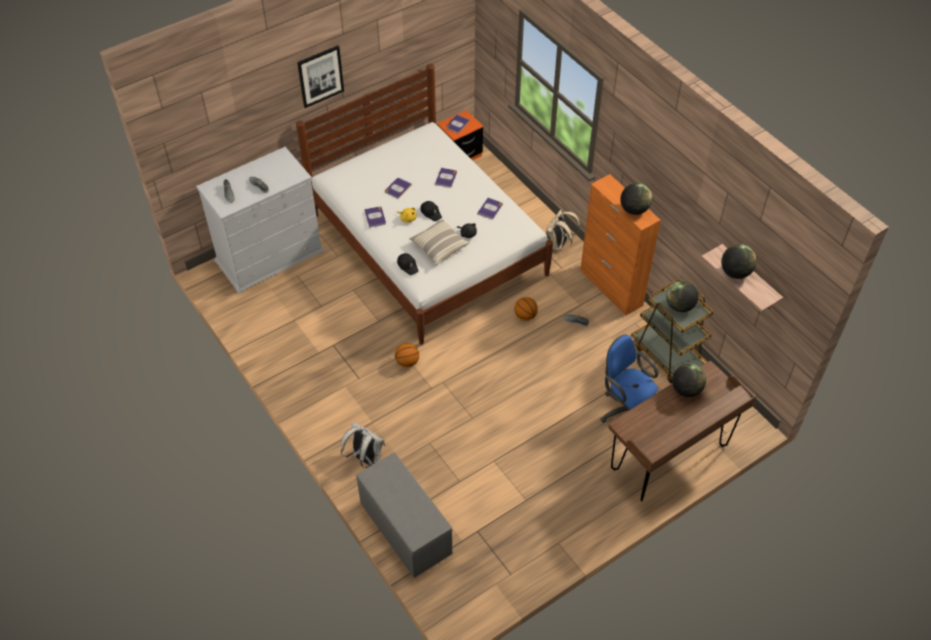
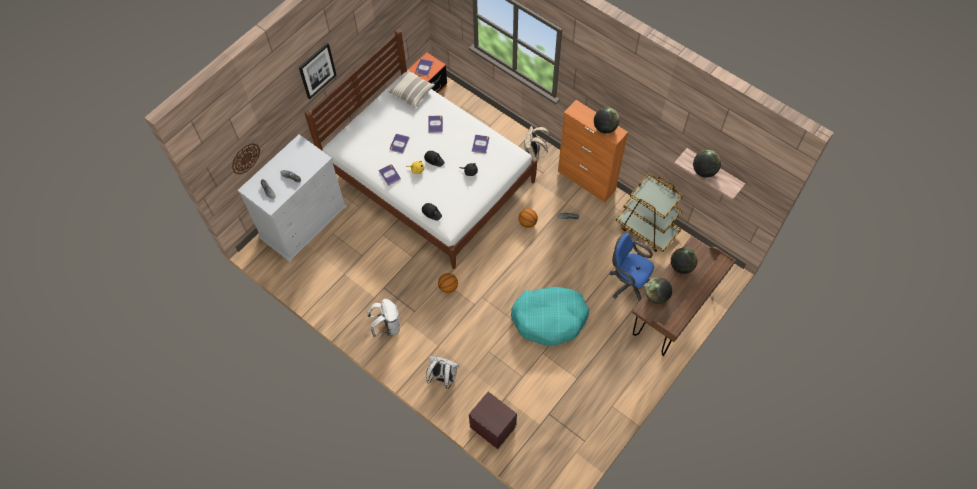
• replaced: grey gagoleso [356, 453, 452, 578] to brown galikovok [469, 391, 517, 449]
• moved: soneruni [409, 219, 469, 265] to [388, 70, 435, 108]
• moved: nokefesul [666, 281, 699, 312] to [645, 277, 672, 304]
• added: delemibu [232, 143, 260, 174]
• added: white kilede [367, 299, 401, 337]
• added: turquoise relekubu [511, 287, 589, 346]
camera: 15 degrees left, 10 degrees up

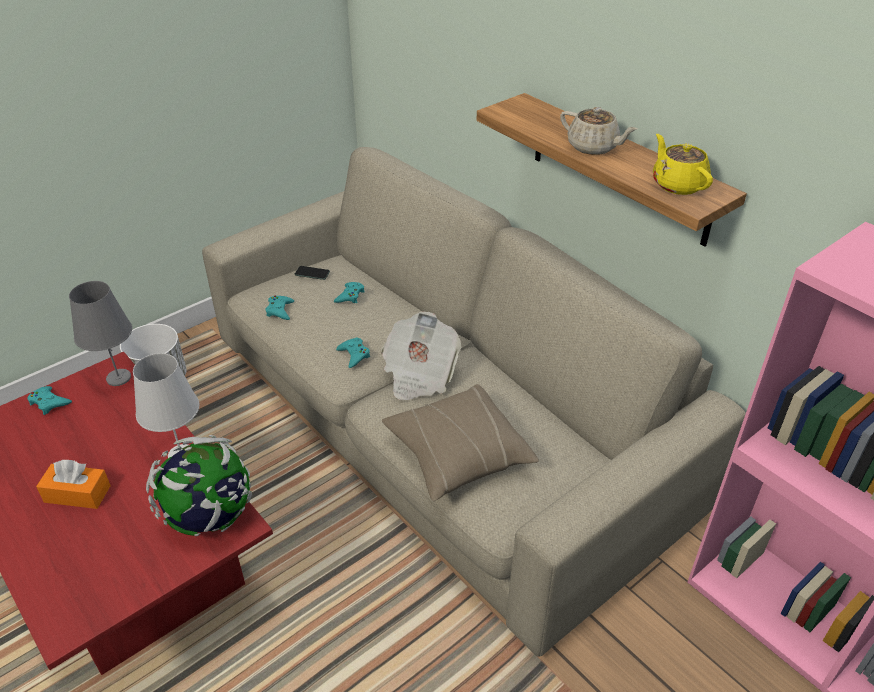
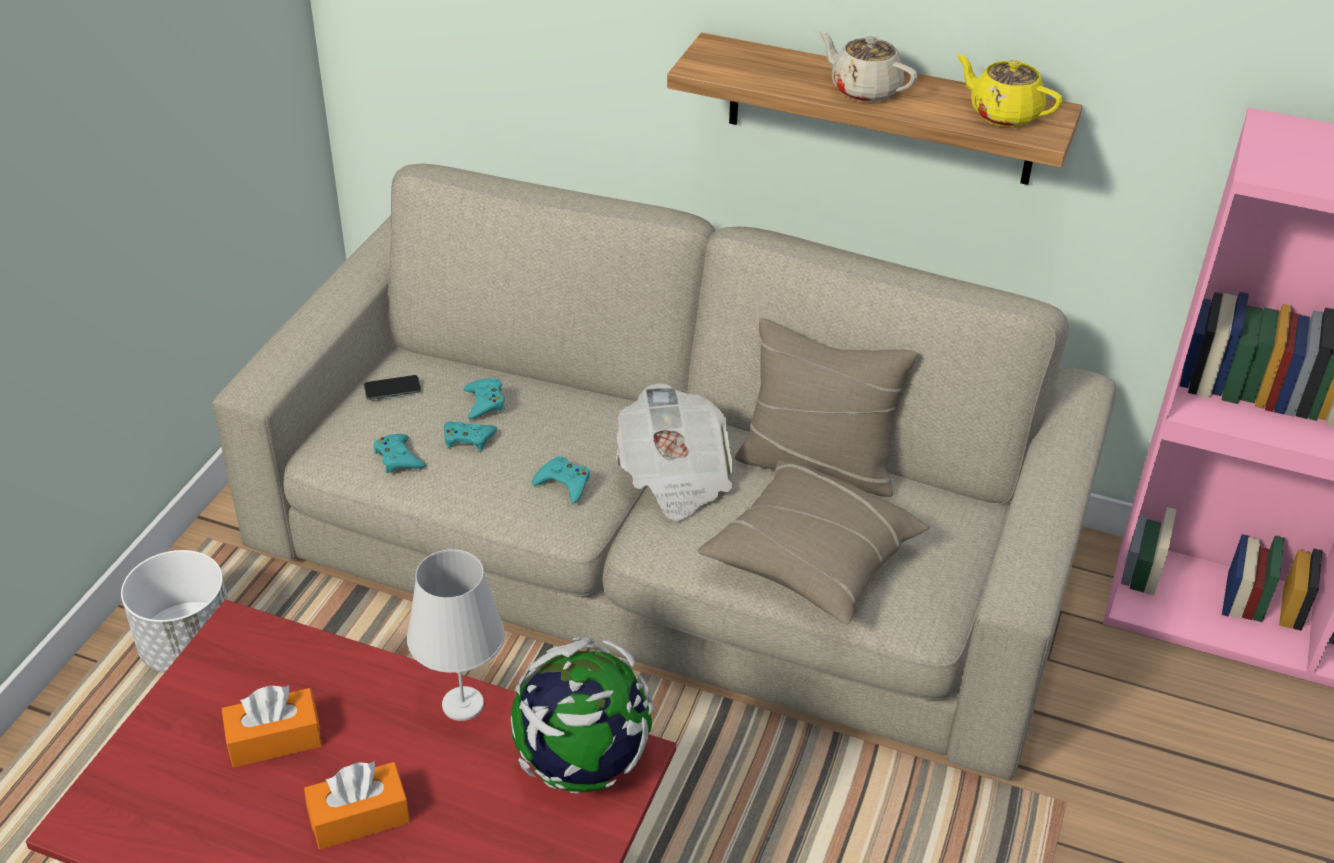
• moved: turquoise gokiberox [27, 386, 72, 415] to [444, 421, 497, 452]
• removed: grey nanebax [69, 281, 132, 386]
• turned: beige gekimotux [560, 107, 638, 155] = [818, 31, 918, 102] 150 degrees counterclockwise
• added: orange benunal [222, 685, 322, 767]
• added: beige soneruni [735, 318, 917, 497]
camera: 30 degrees left, 0 degrees up

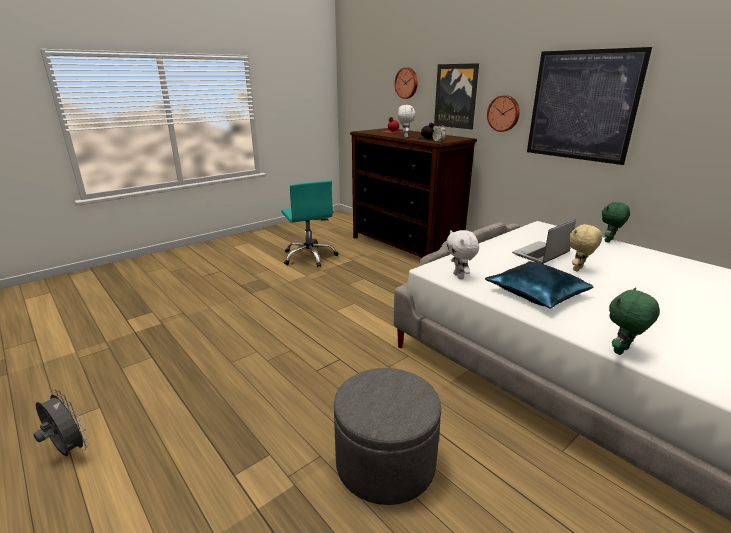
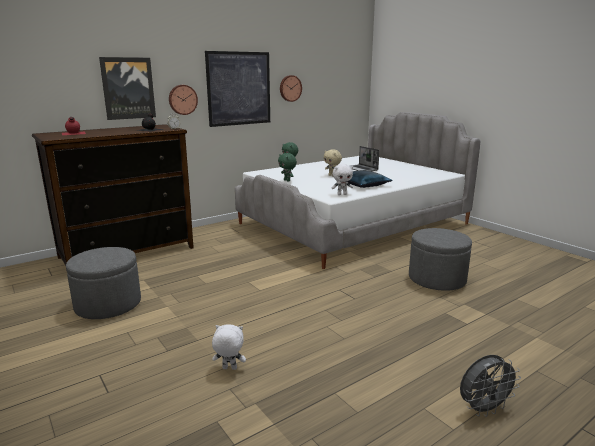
• turned: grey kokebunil [33, 389, 89, 456] = [460, 355, 521, 417] 150 degrees counterclockwise
• replaced: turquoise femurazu [281, 180, 338, 267] to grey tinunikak [66, 247, 141, 319]
• moved: delemibu [394, 68, 418, 99] to [280, 75, 302, 102]
• moved: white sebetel [398, 105, 416, 138] to [212, 324, 246, 370]
• moved: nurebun [512, 219, 576, 264] to [350, 146, 379, 171]
• moved: green sebetel [609, 288, 660, 355] to [278, 153, 297, 182]
camera: 85 degrees left, 5 degrees down

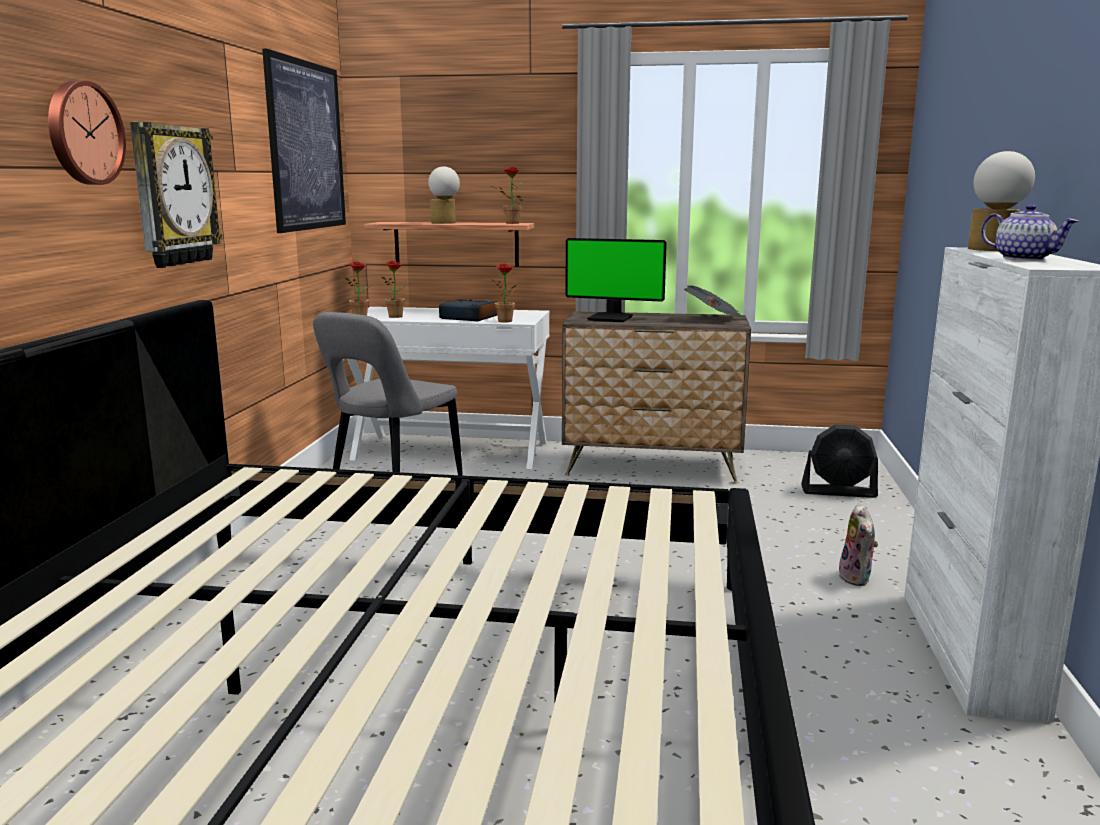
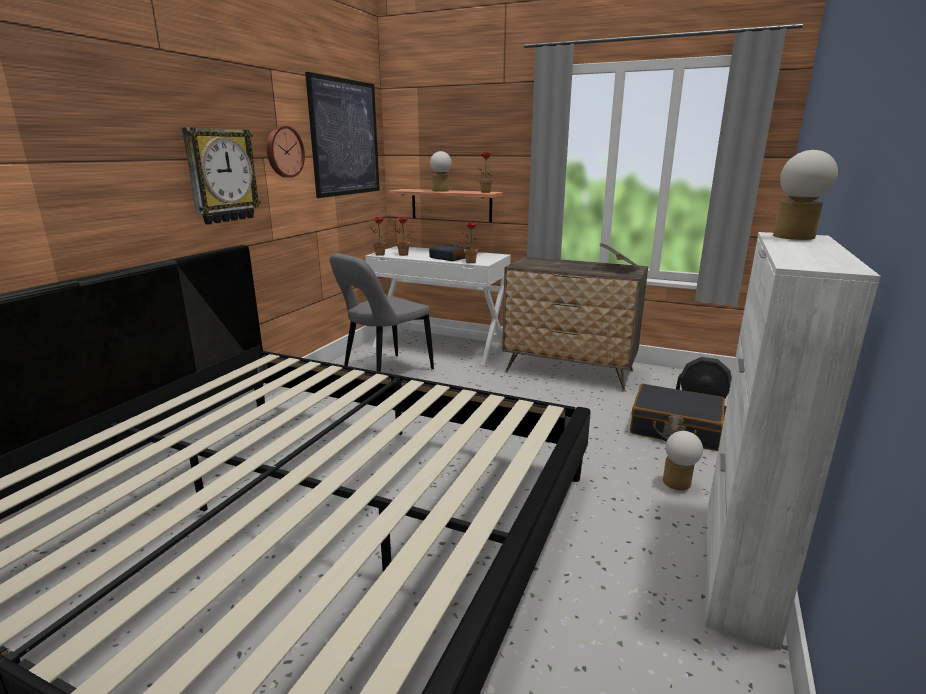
• moved: delemibu [48, 80, 126, 185] to [267, 126, 305, 178]
• removed: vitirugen [565, 238, 667, 322]
• replaced: sebetel [839, 503, 878, 586] to nanebax [663, 431, 703, 490]
• removed: gekimotux [981, 204, 1078, 261]
• added: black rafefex [630, 384, 725, 451]
camera: 15 degrees right, 5 degrees up

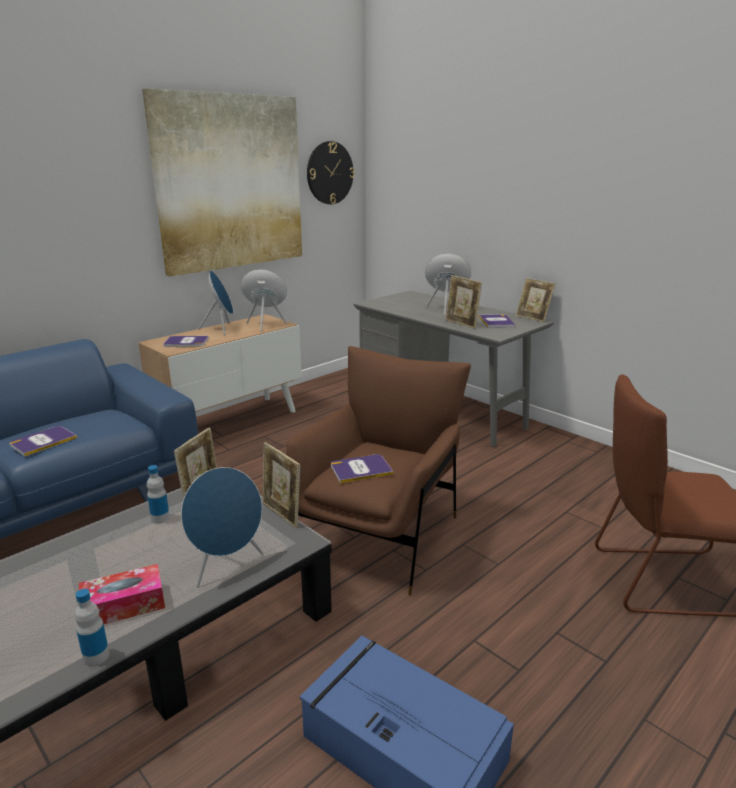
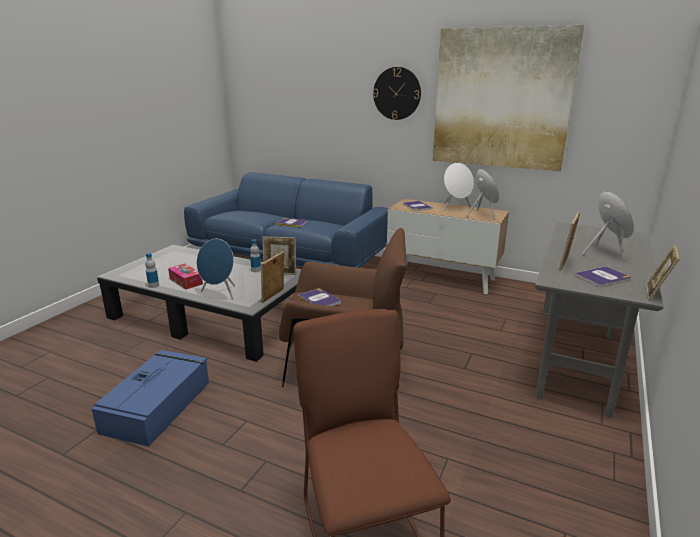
• recoloured: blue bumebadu [198, 270, 233, 335] to white bumebadu [444, 163, 474, 211]
• moved: delemibu [307, 141, 355, 204] to [373, 67, 421, 120]
camera: 70 degrees right, 0 degrees up

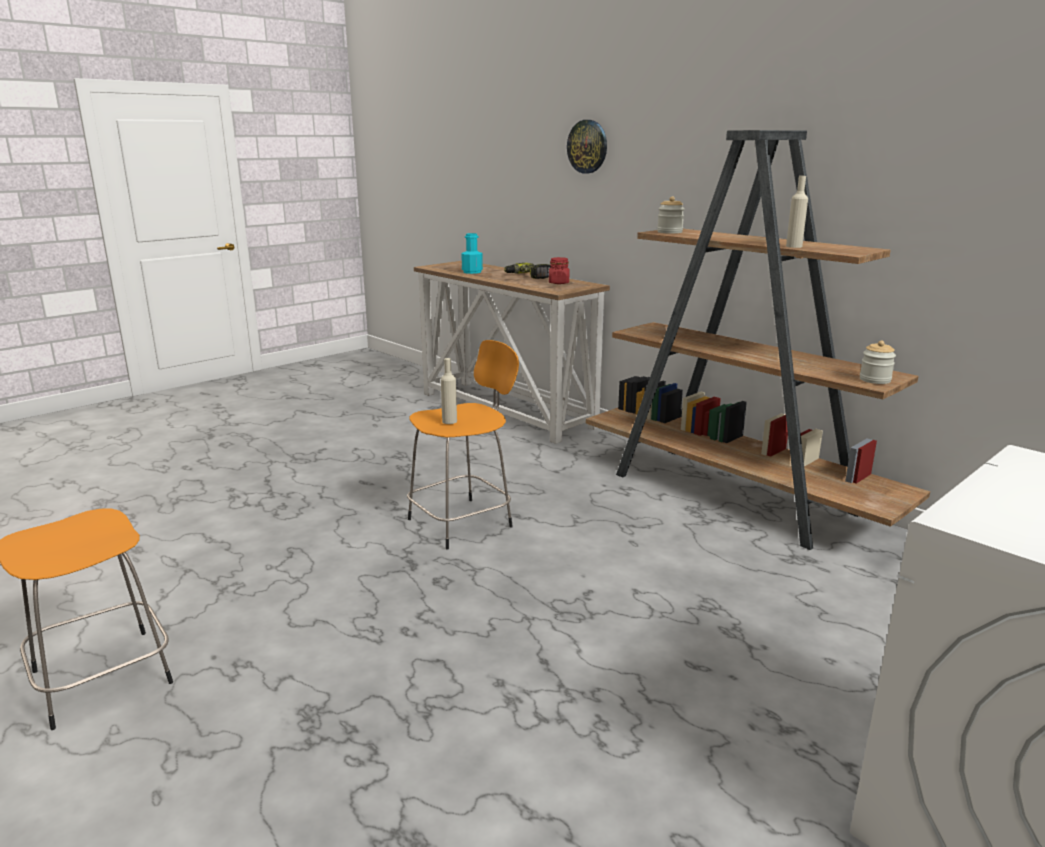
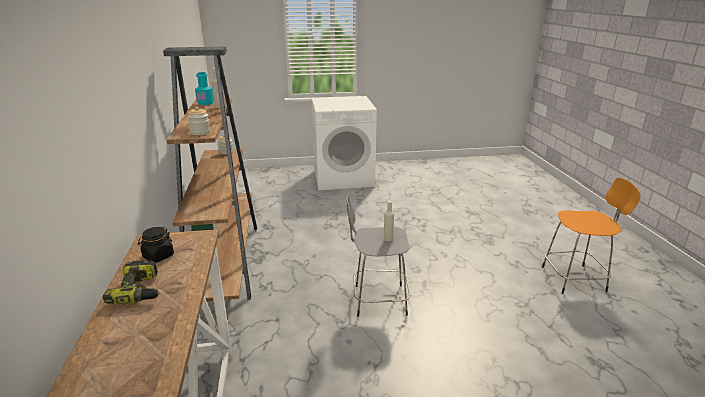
• recoloured: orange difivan [407, 340, 519, 549] to grey difivan [346, 194, 410, 317]
• moved: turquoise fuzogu [461, 233, 483, 274] to [195, 72, 214, 105]
• recoloured: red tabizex [549, 257, 570, 284] to black tabizex [138, 227, 174, 263]
• removed: delemibu [567, 120, 607, 174]
camera: 145 degrees left, 5 degrees up

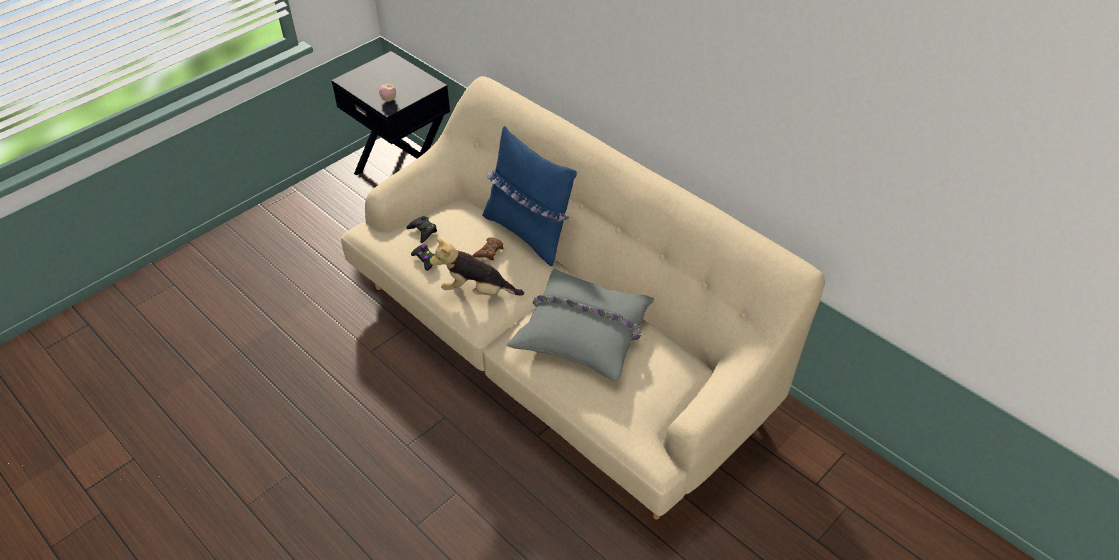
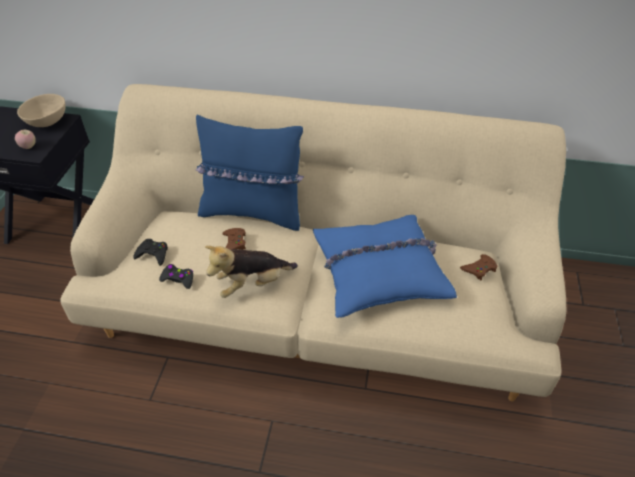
• recoloured: grey soneruni [507, 269, 654, 382] to blue soneruni [313, 215, 457, 318]
• added: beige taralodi [17, 94, 66, 127]
• added: brown gokiberox [460, 254, 498, 281]
camera: 35 degrees left, 0 degrees up

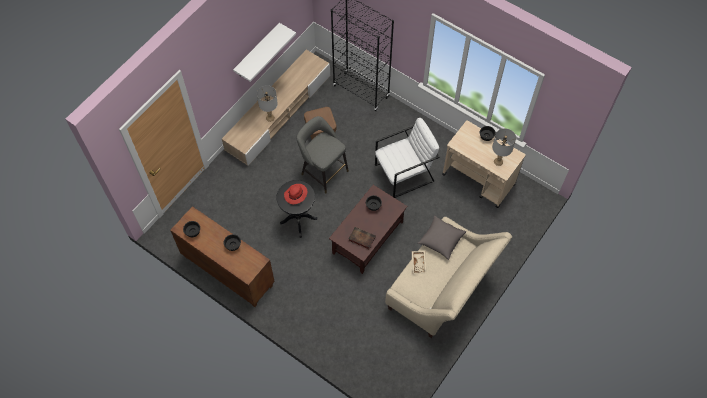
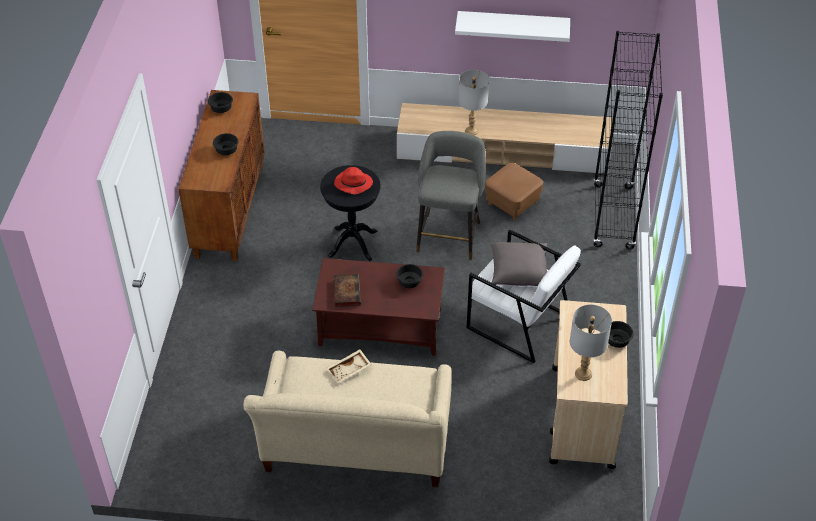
• moved: grey soneruni [418, 216, 466, 260] to [490, 242, 547, 286]
camera: 60 degrees right, 15 degrees down

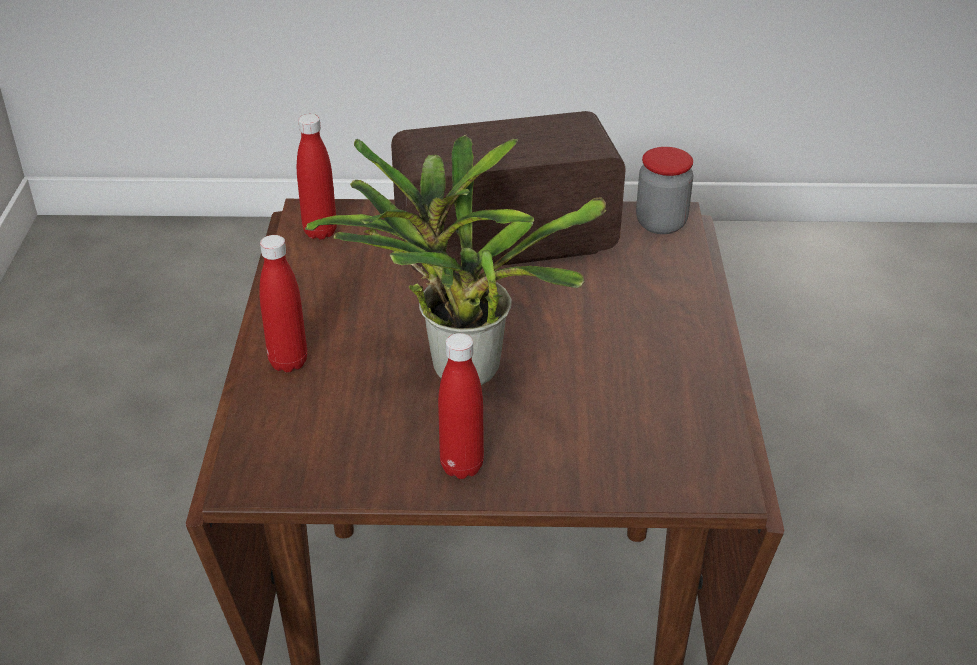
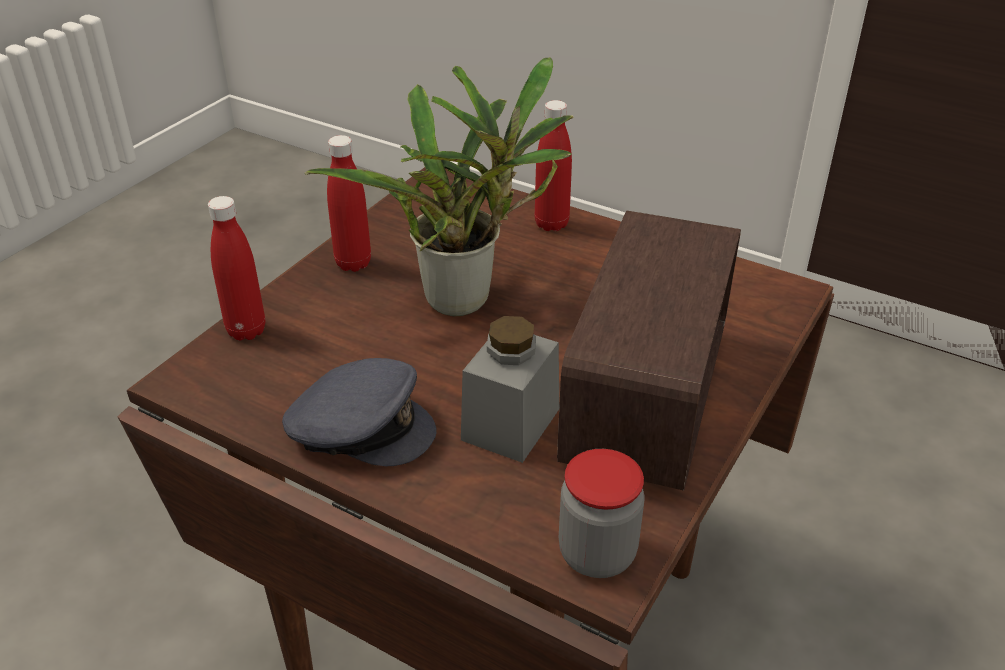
• moved: red fuzogu [297, 114, 337, 240] to [208, 196, 265, 341]
• added: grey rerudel [282, 358, 437, 466]
• added: grey tabizex [461, 316, 559, 463]
camera: 120 degrees right, 0 degrees up

